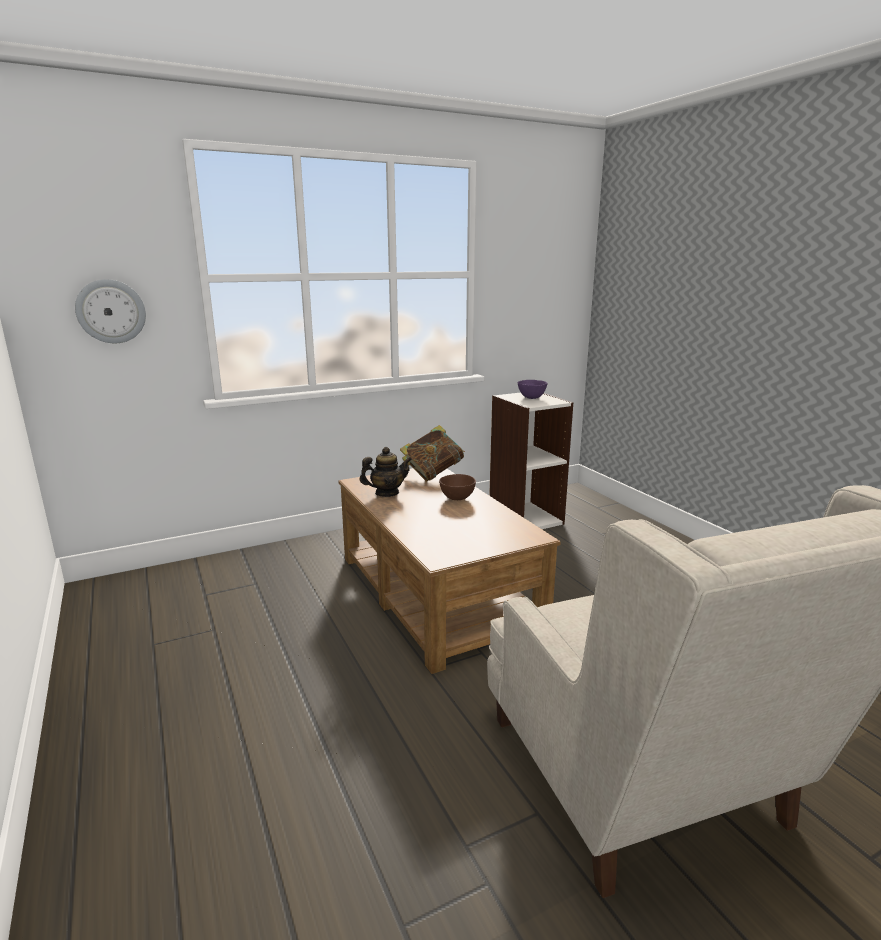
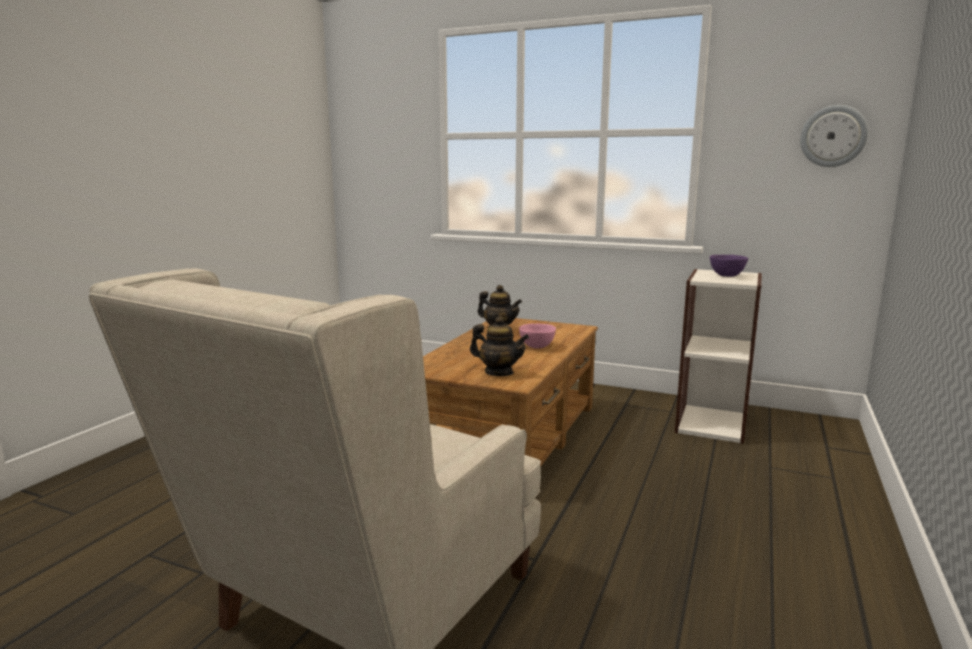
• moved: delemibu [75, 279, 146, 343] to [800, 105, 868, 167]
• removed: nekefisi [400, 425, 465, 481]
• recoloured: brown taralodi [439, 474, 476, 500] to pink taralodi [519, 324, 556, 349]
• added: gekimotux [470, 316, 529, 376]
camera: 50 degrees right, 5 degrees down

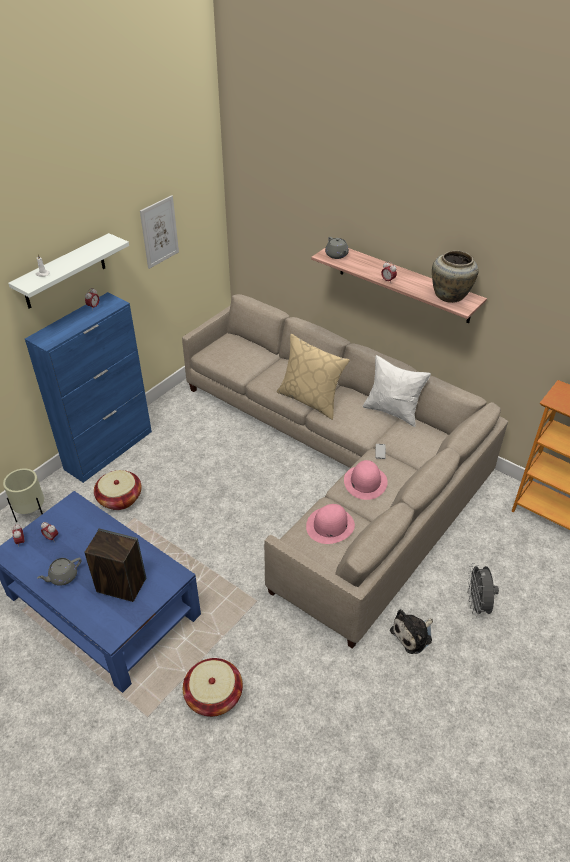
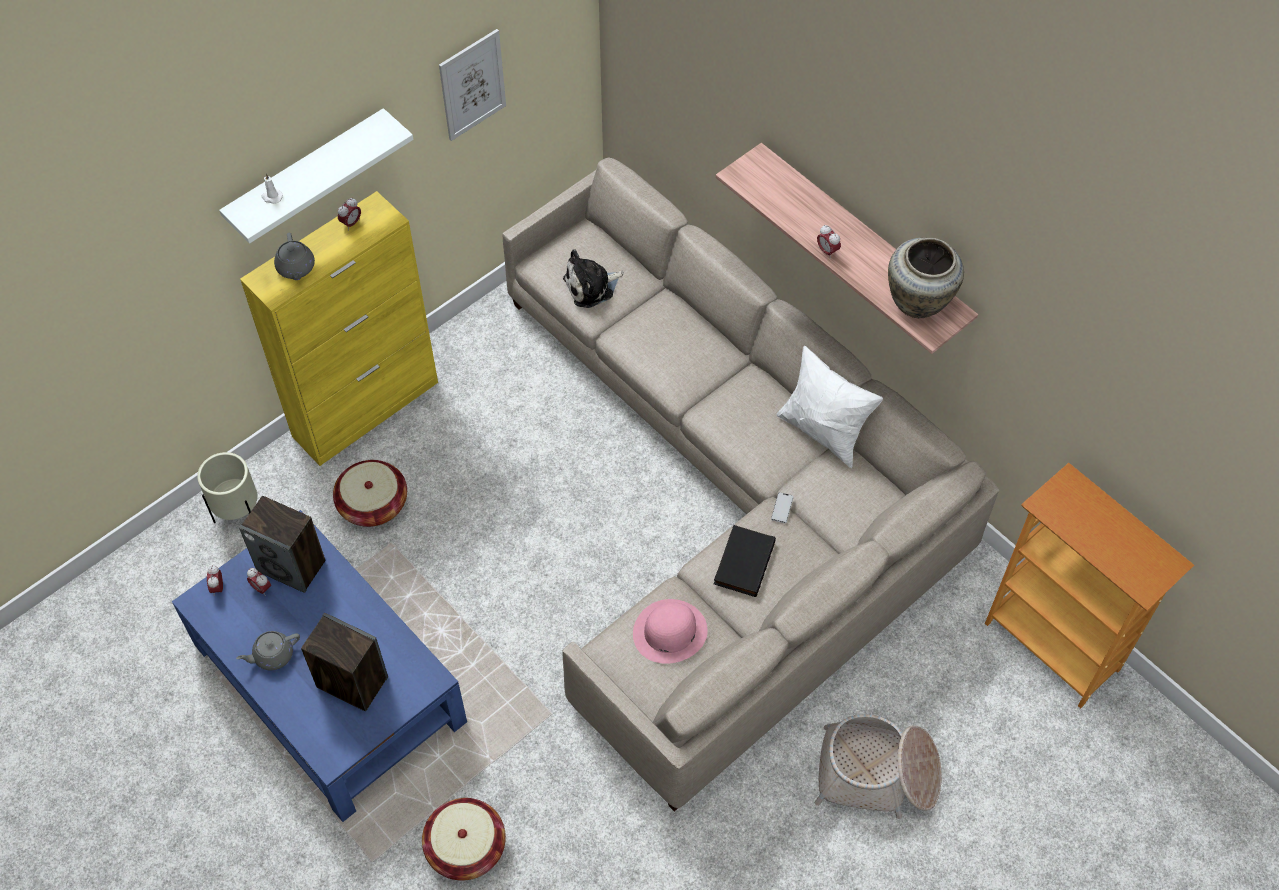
• recoloured: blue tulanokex [25, 292, 152, 483] to yellow tulanokex [240, 191, 438, 466]
• removed: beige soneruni [277, 334, 350, 420]
• moved: grey gekimotux [325, 237, 349, 259] to [274, 233, 315, 280]
• replaced: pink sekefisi [344, 460, 388, 500] to black nekefisi [714, 525, 776, 597]
• moved: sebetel [390, 609, 433, 654] to [563, 249, 624, 308]
• replaced: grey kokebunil [467, 563, 499, 618] to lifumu [815, 714, 942, 819]
• added: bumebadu [239, 496, 325, 593]
camera: 10 degrees right, 15 degrees up

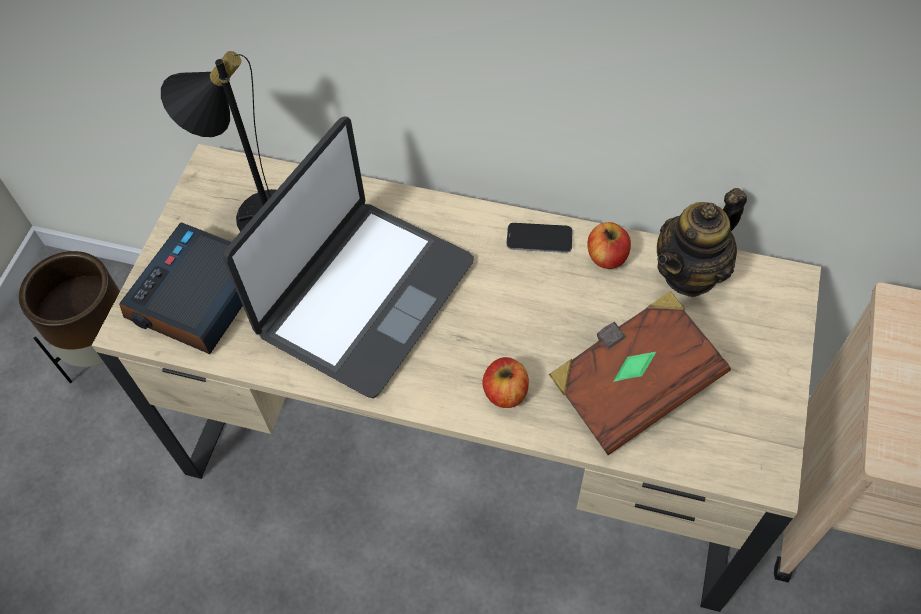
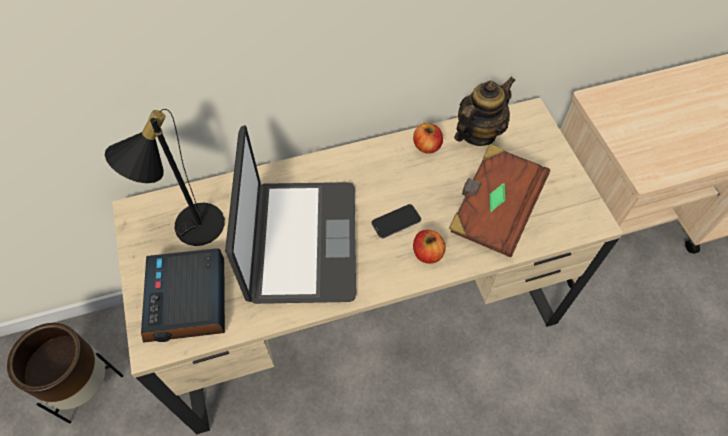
• moved: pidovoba [506, 223, 572, 253] to [371, 204, 421, 239]
• turned: gekimotux [657, 188, 747, 297] = [454, 77, 516, 146] 150 degrees counterclockwise
camera: 35 degrees left, 0 degrees up

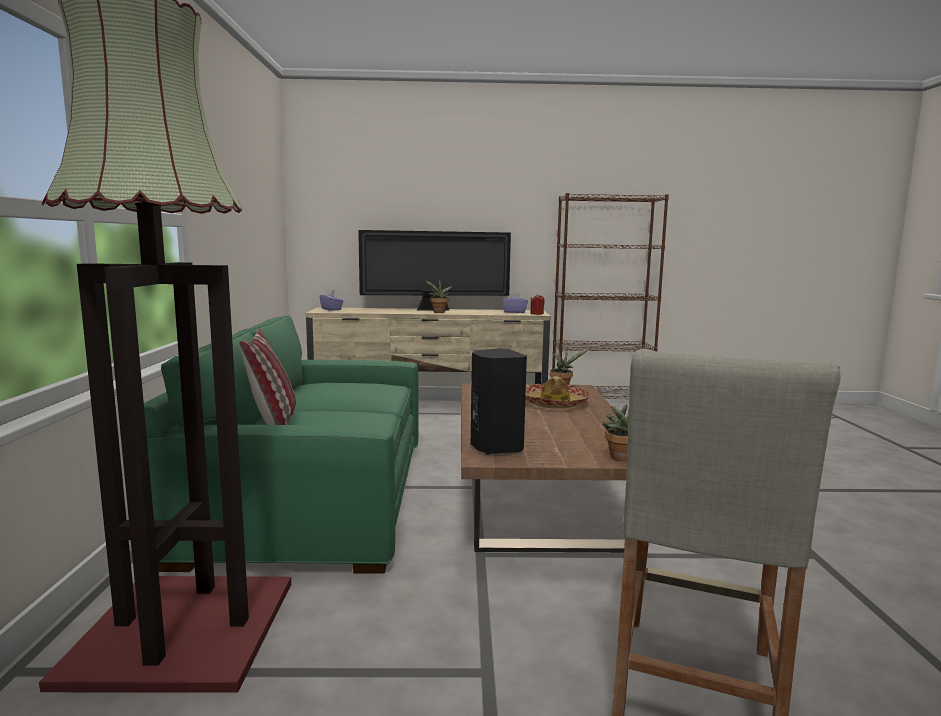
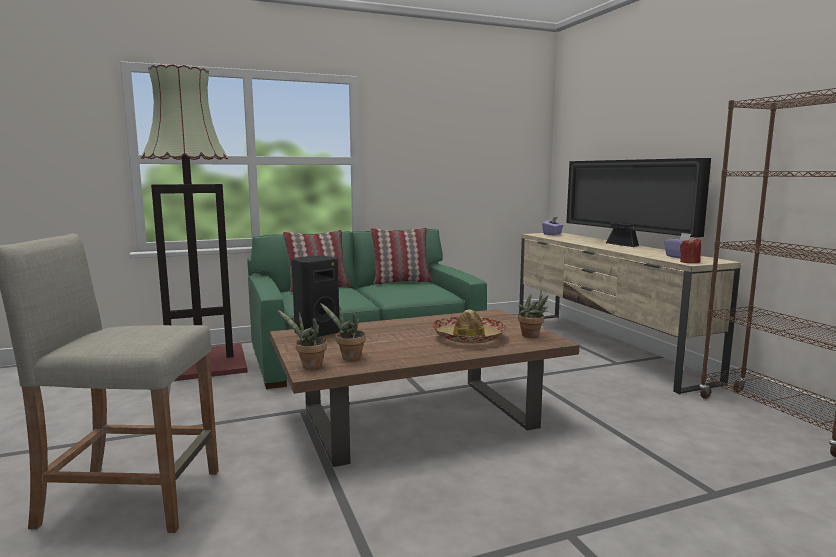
• moved: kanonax [425, 280, 453, 313] to [320, 303, 366, 361]
• added: soneruni [370, 227, 432, 285]
camera: 70 degrees right, 0 degrees up

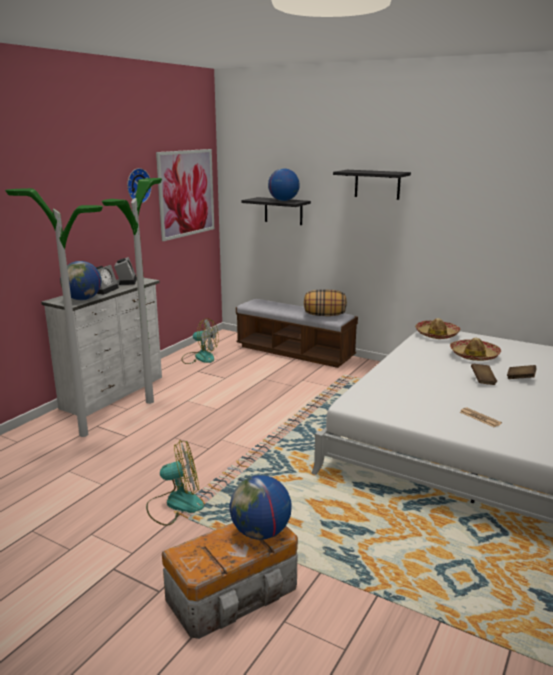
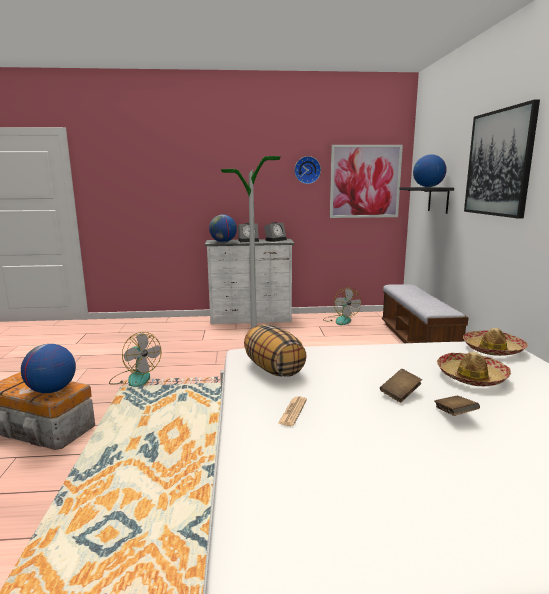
• removed: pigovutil [5, 188, 103, 437]
• moved: soneruni [304, 289, 347, 316] to [244, 324, 307, 377]
• replaced: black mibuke [333, 170, 411, 200] to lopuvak [464, 99, 540, 219]
camera: 55 degrees right, 5 degrees down

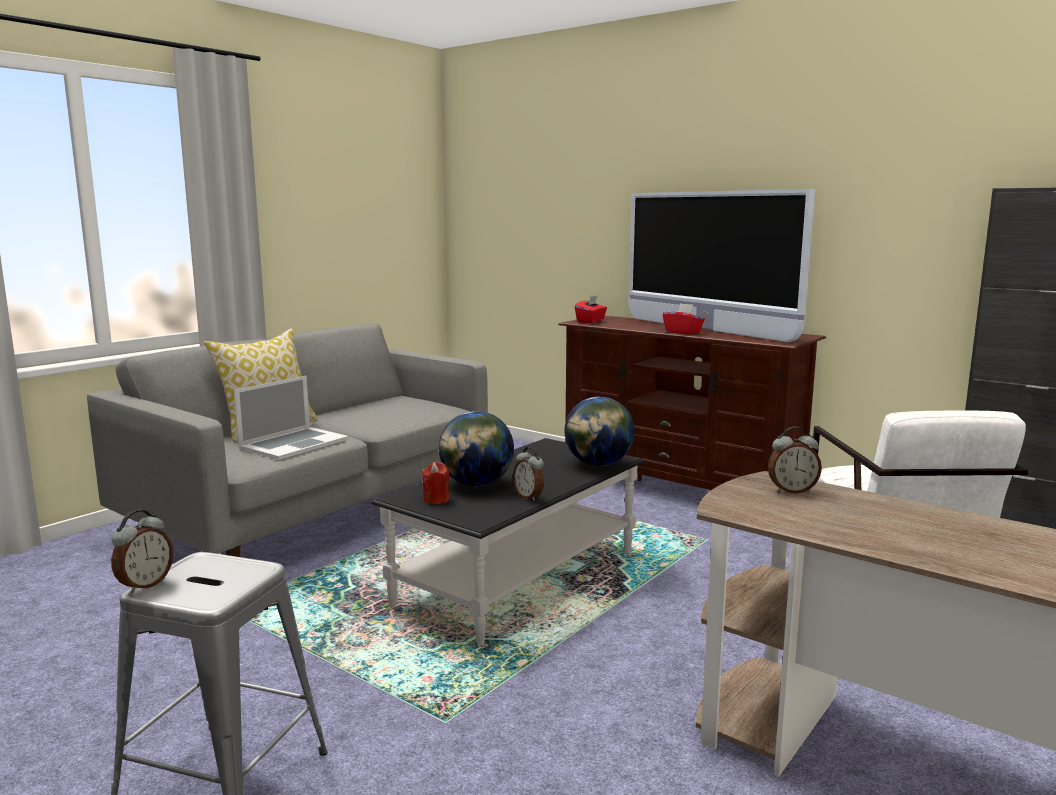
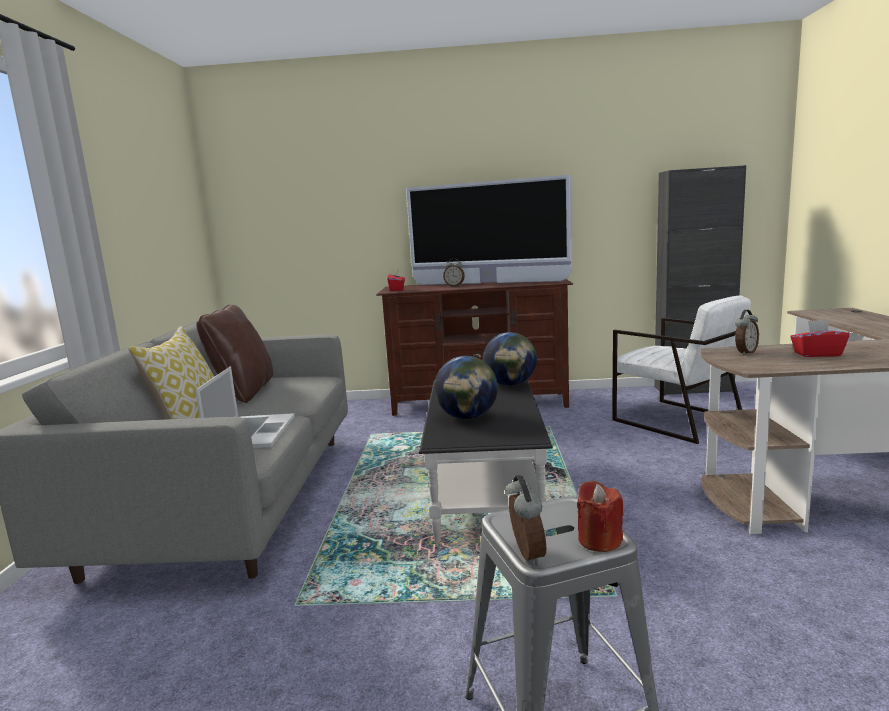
• moved: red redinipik [421, 462, 449, 504] to [577, 481, 623, 552]
• moved: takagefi [513, 447, 544, 501] to [443, 258, 465, 286]
• moved: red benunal [663, 303, 705, 335] to [791, 320, 849, 357]
• added: brown soneruni [196, 305, 273, 403]
camera: 35 degrees left, 0 degrees up

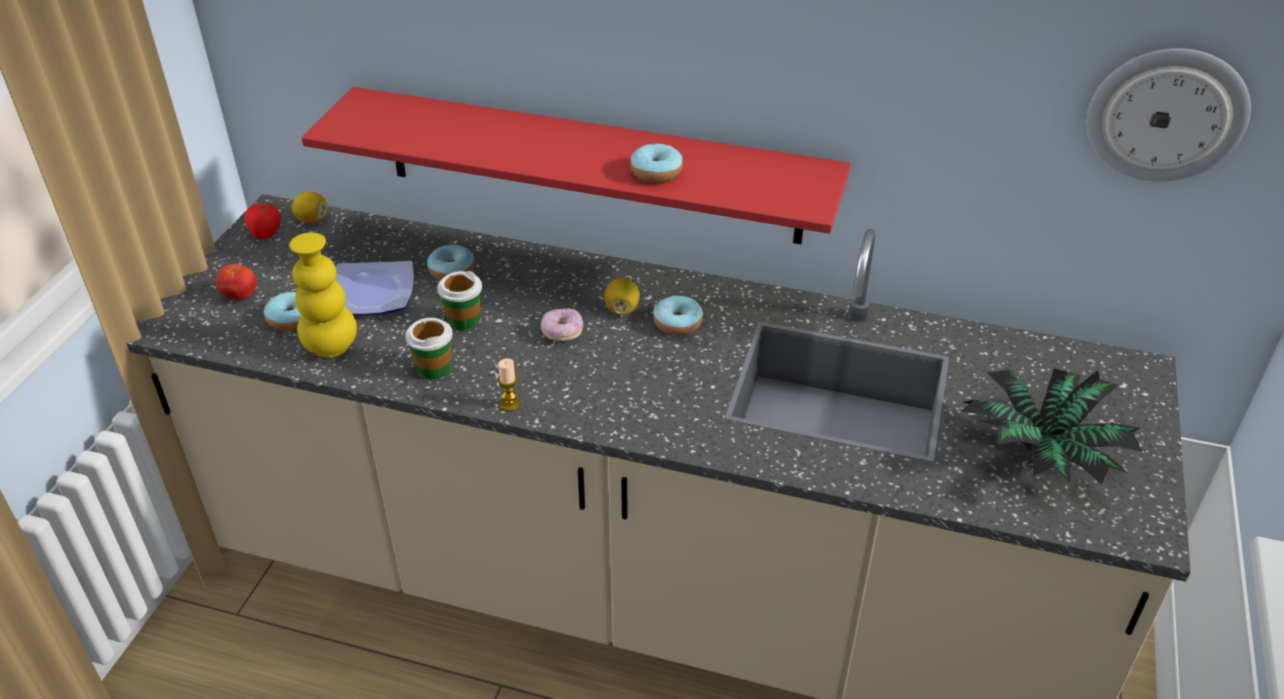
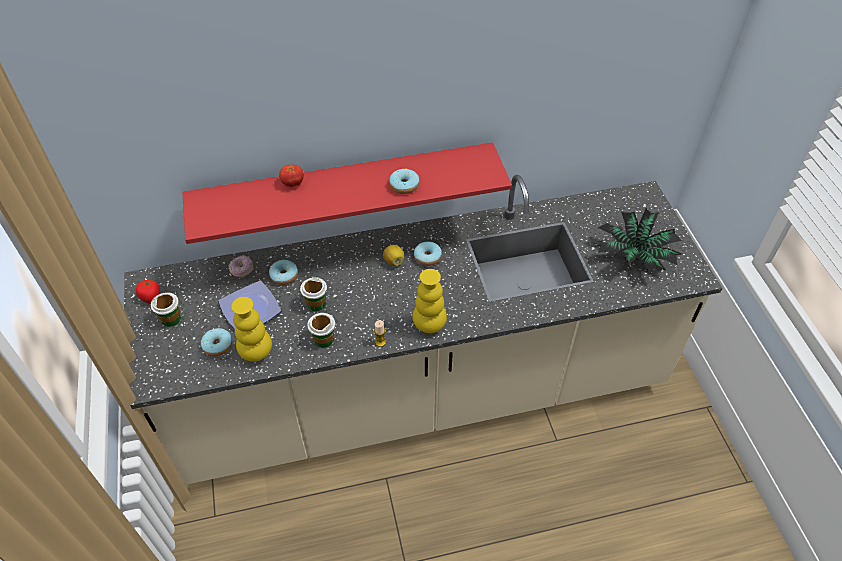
• moved: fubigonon [216, 264, 257, 300] to [279, 165, 304, 187]
• removed: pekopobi [292, 191, 328, 223]
• moved: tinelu [541, 308, 584, 342] to [229, 255, 253, 277]
• removed: delemibu [1087, 48, 1251, 182]
• added: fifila [151, 292, 181, 327]
• added: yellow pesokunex [412, 269, 447, 333]
camera: 30 degrees left, 10 degrees up

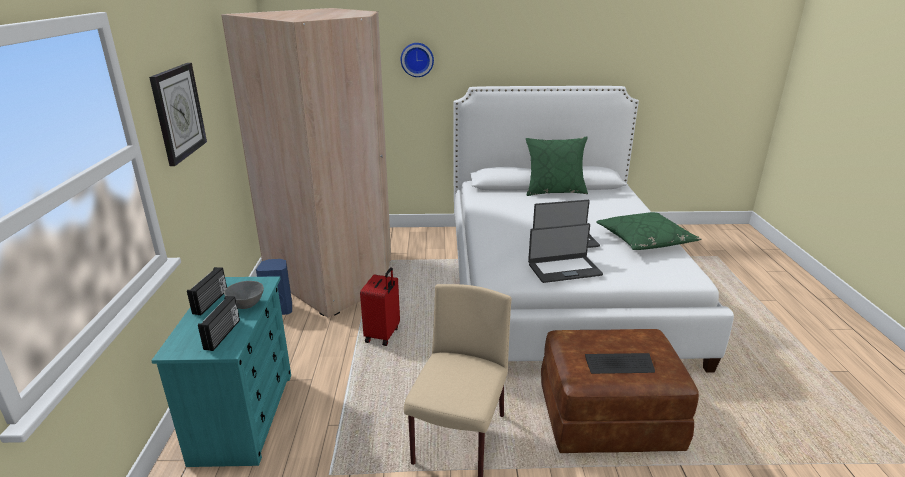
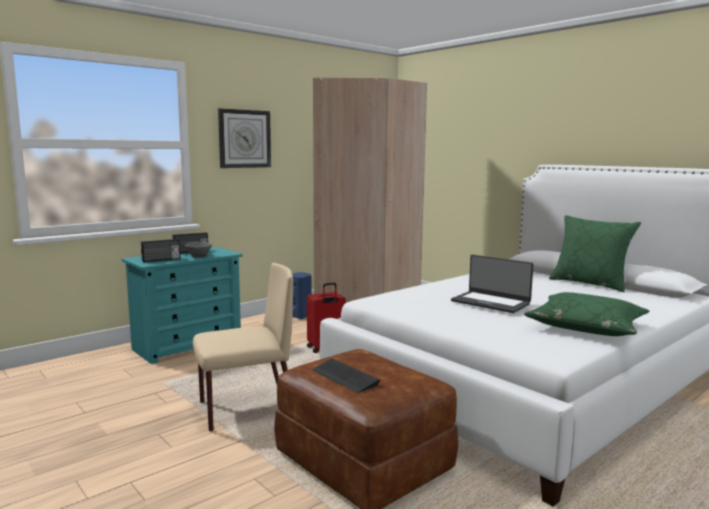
• removed: delemibu [401, 43, 434, 77]
• removed: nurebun [528, 223, 603, 283]
camera: 50 degrees right, 15 degrees down

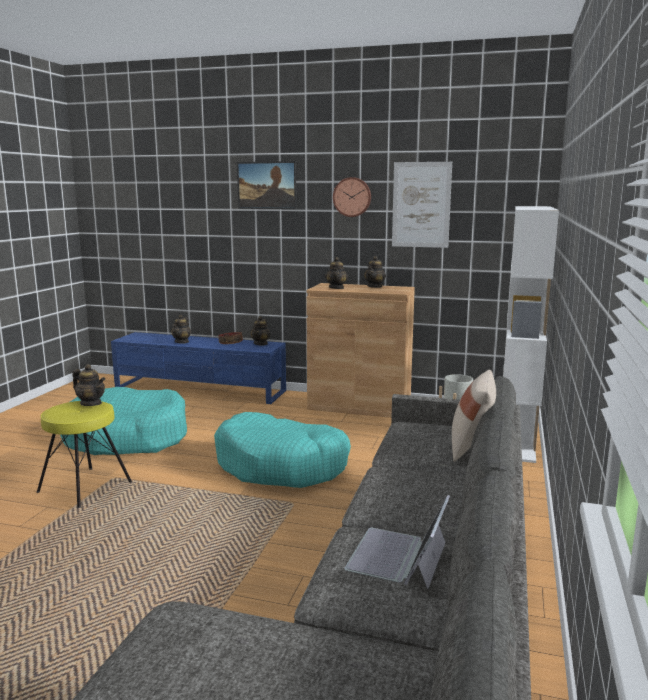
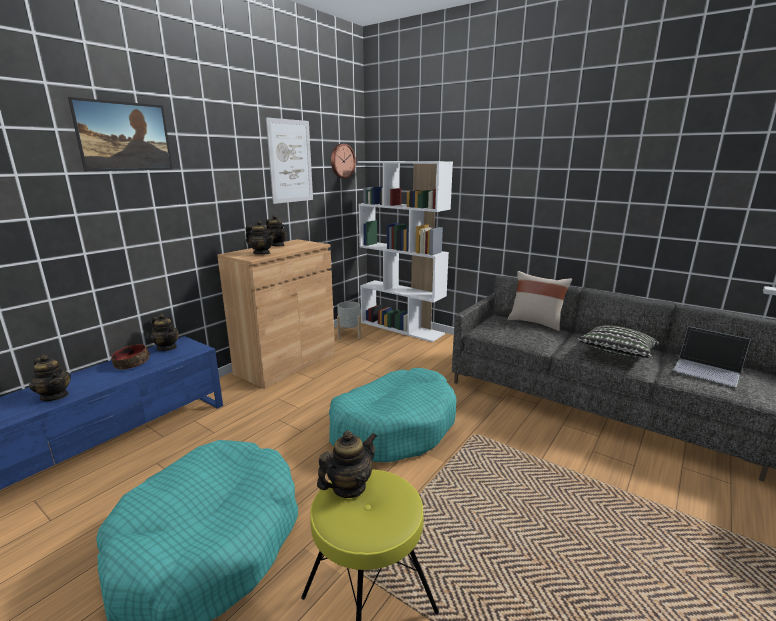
• moved: delemibu [333, 177, 371, 217] to [331, 144, 356, 178]
• added: soneruni [577, 325, 659, 358]
camera: 70 degrees left, 5 degrees up

